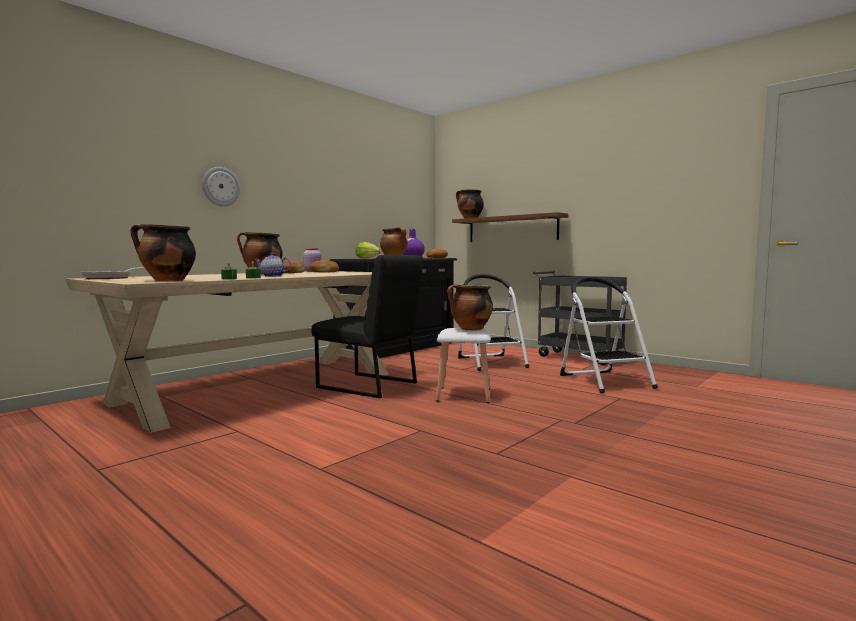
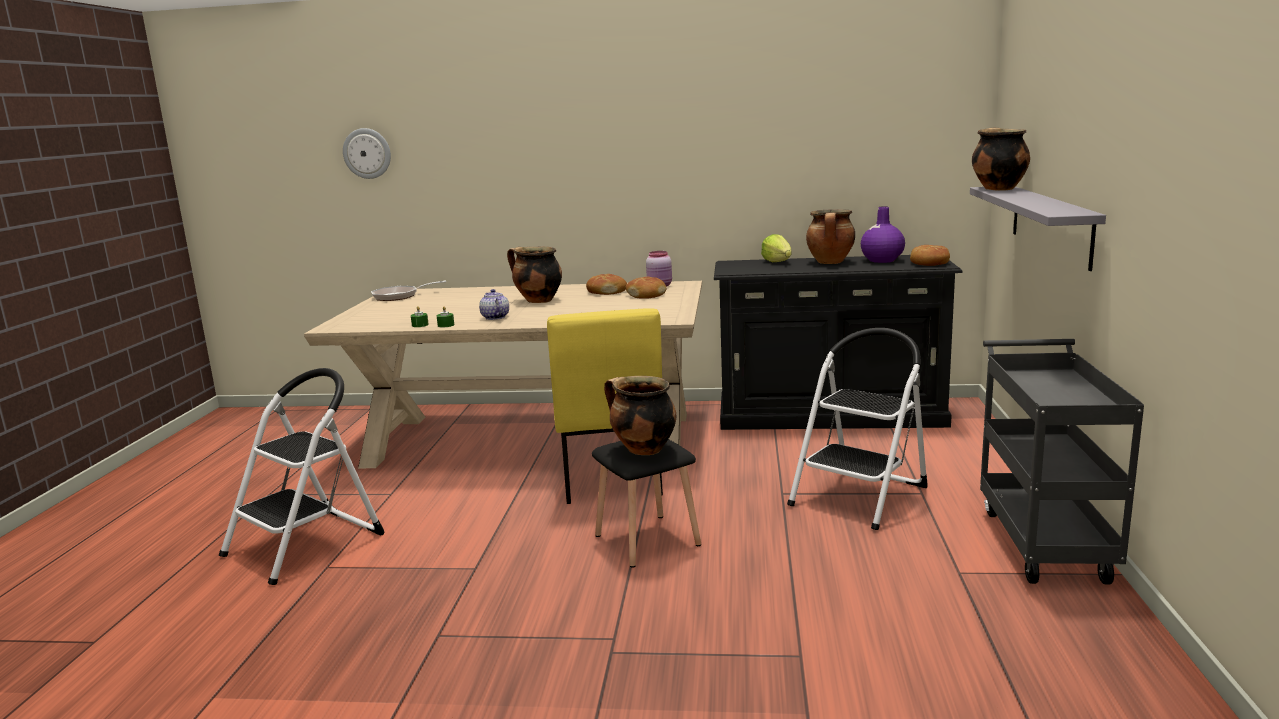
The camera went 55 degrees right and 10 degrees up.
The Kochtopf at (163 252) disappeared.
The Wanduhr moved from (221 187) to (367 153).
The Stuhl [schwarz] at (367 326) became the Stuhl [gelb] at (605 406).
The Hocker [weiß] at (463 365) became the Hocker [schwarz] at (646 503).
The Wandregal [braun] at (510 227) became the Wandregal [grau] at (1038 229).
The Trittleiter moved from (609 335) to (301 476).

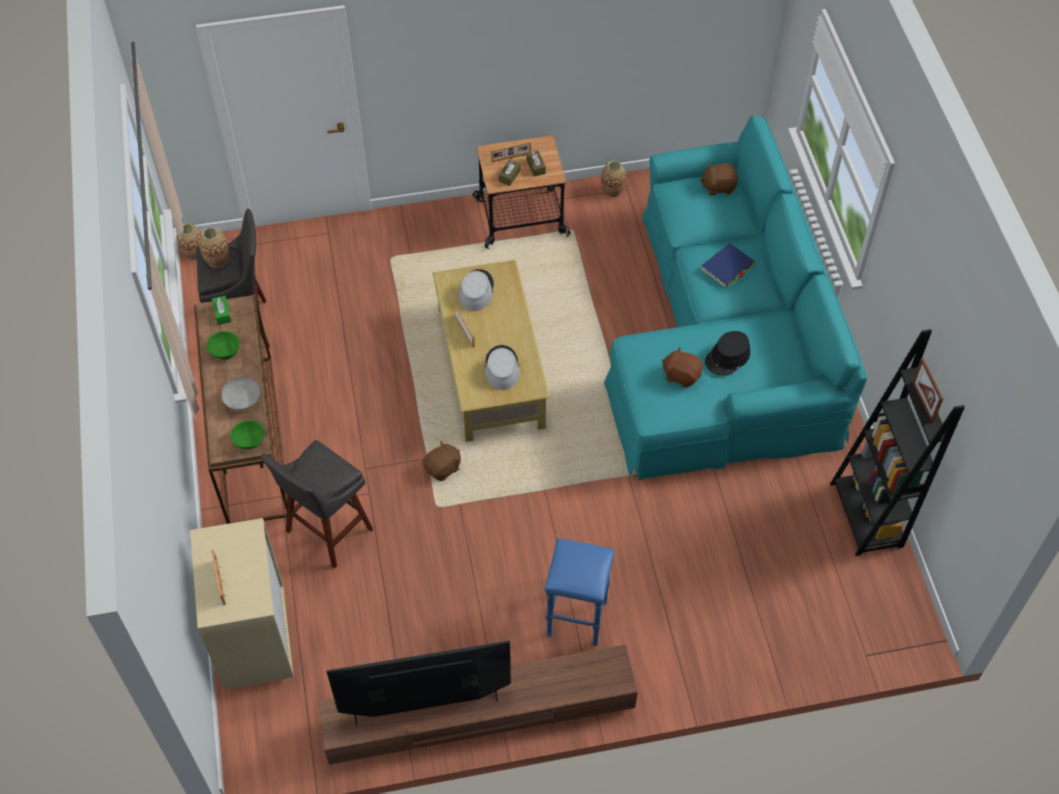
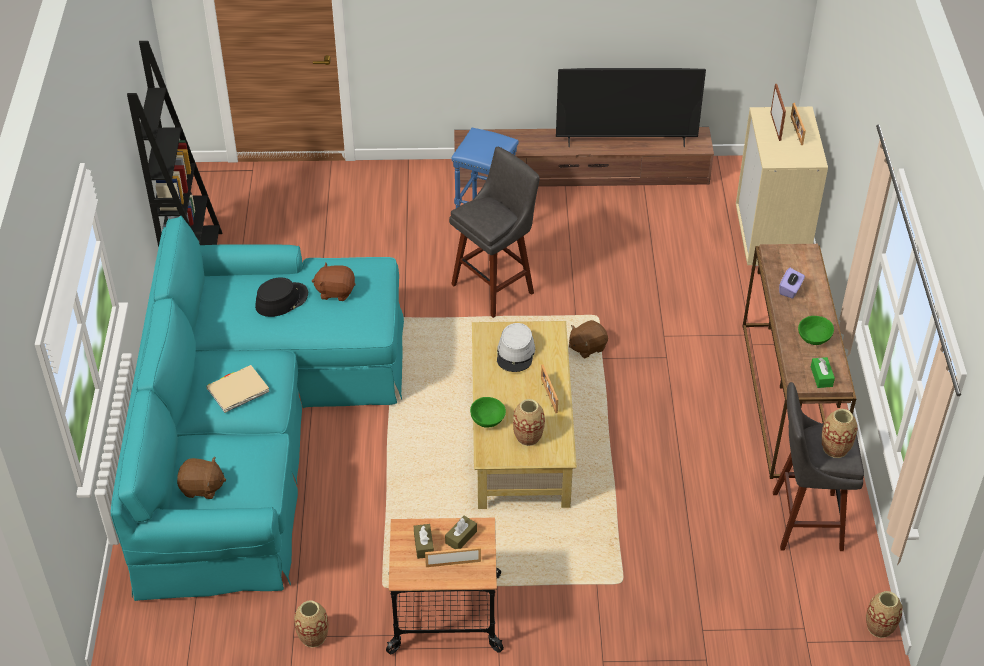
The camera went 170 degrees left and 10 degrees down.
The Schüssel [grau] at (240 393) was replaced by the Taschentuchbox [lila] at (792 283).
The Schüssel [grün] moved from (247 434) to (488 412).
The Hocker [grau] moved from (317 504) to (494 232).
The Hut [grau] at (476 290) was replaced by the Vase at (529 422).
The Plüschtier [braun] at (682 367) turned 150 degrees clockwise.
The Buch [blau] at (728 265) became the Buch [beige] at (237 389).
The Bilderrahmen moved from (927 390) to (778 112).

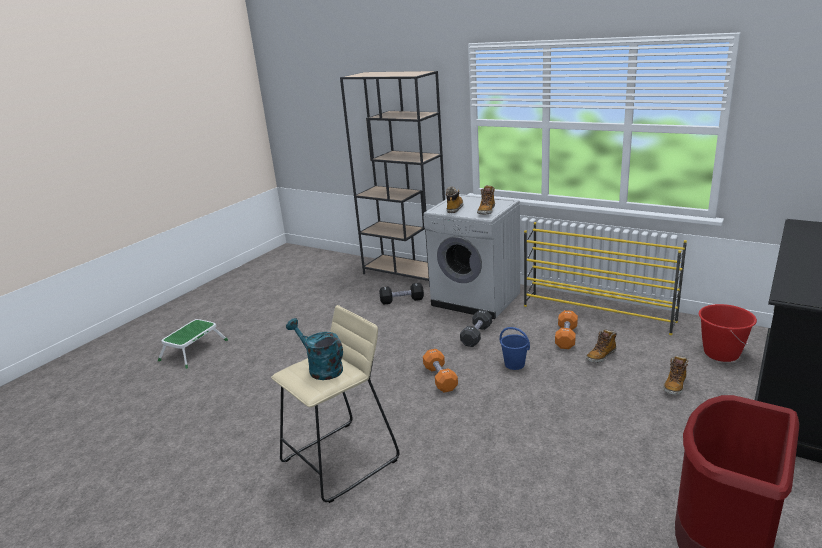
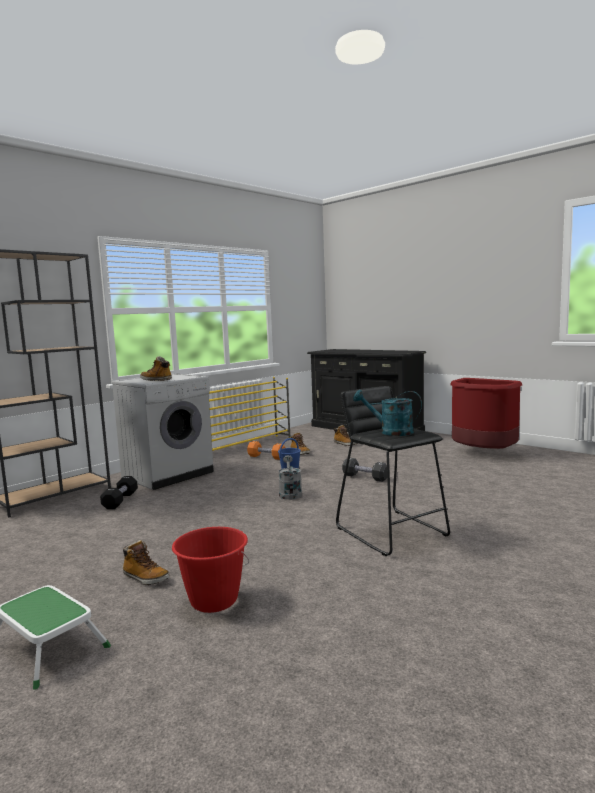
The camera went 80 degrees left and 15 degrees down.
The Hocker [beige] at (335 404) became the Hocker [schwarz] at (393 471).
The Gießkanne [türkis] at (314 349) turned 60 degrees clockwise.
The Hantel [orange] at (440 371) was replaced by the Gießkanne [grau] at (290 477).
The Hantel [schwarz] moved from (476 328) to (364 470).
The Stiefel moved from (486 200) to (146 562).
The Eimer [rot] moved from (728 333) to (210 570).

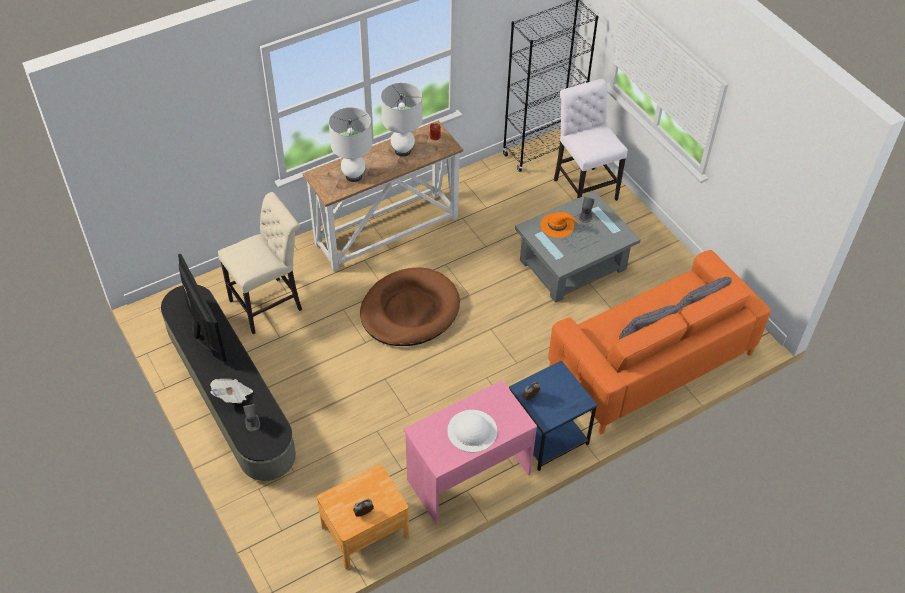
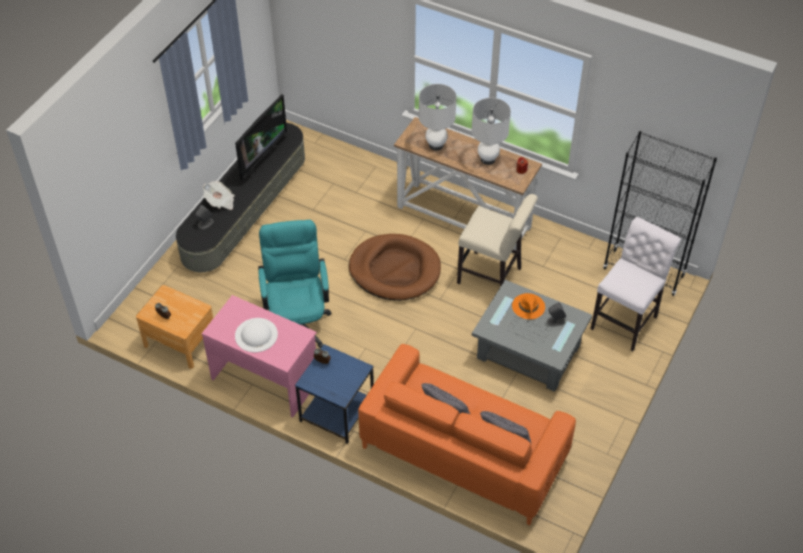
The camera went 60 degrees right and 0 degrees up.
The Hocker [beige] moved from (260 263) to (497 240).
The Bürostuhl [türkis] at (295 284) appeared.

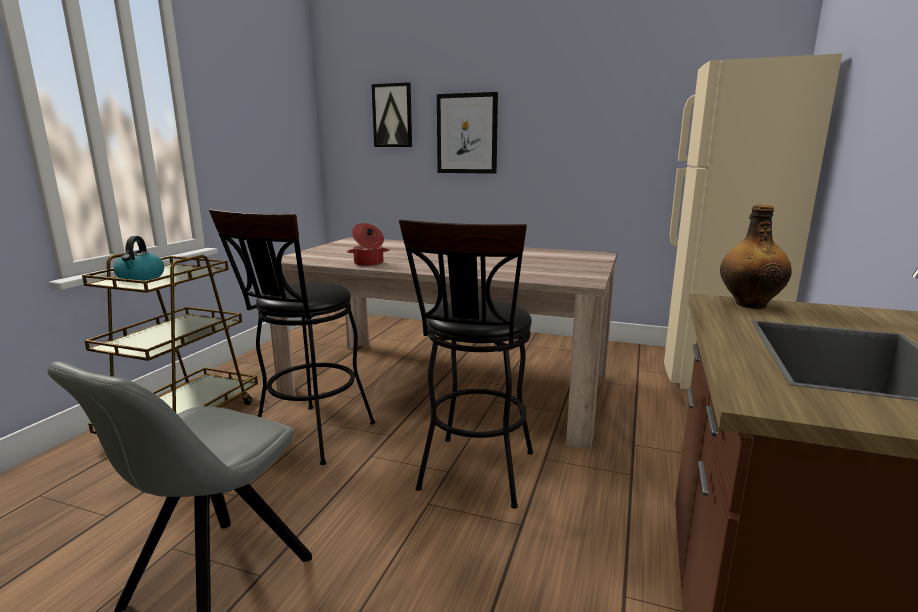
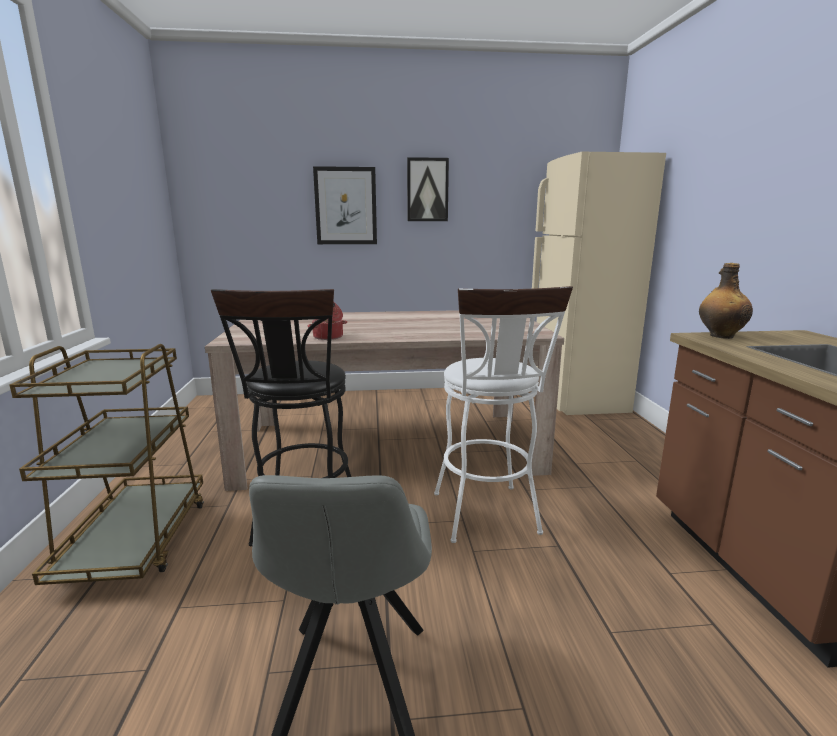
The camera went 25 degrees left and 0 degrees up.
The Wasserkessel at (138 258) disappeared.
The Bild moved from (391 114) to (428 189).
The Hocker [schwarz] at (466 364) became the Hocker [weiß] at (503 414).

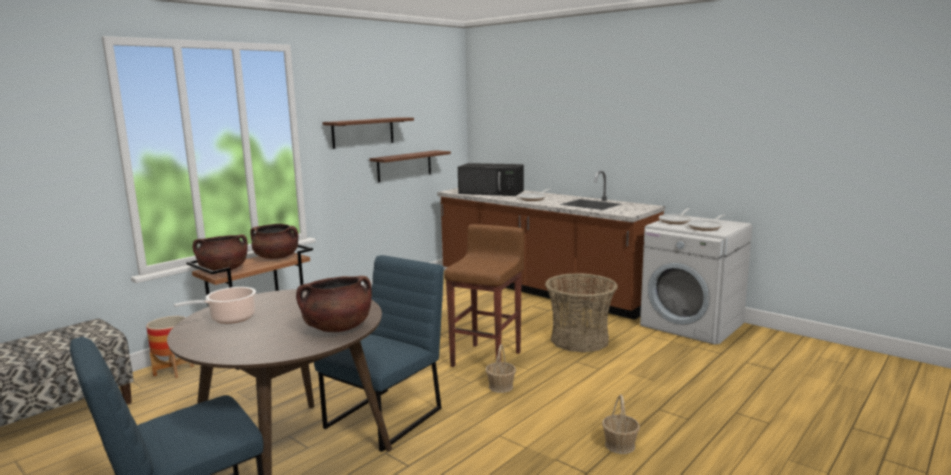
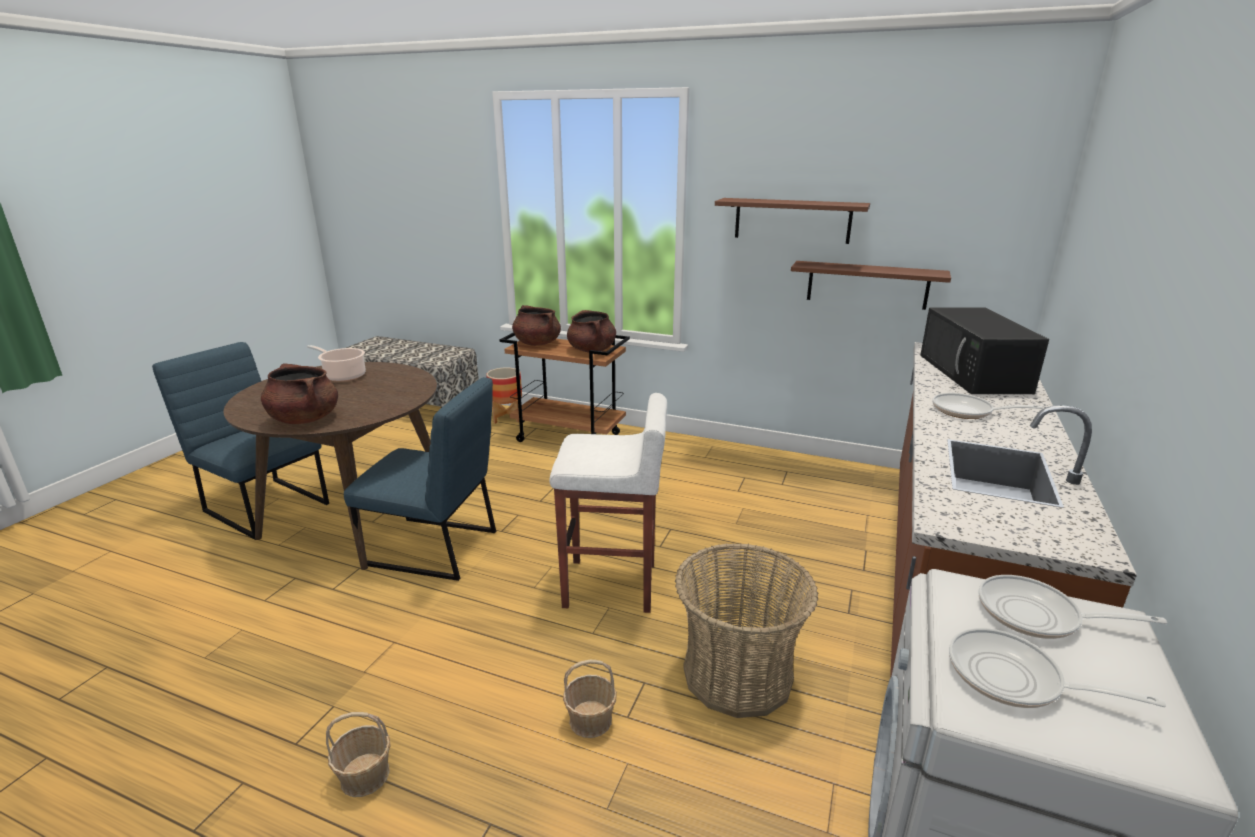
The camera went 70 degrees right and 10 degrees up.
The Hocker [braun] at (484 295) became the Hocker [weiß] at (608 503).
The Korb moved from (501 368) to (590 699).

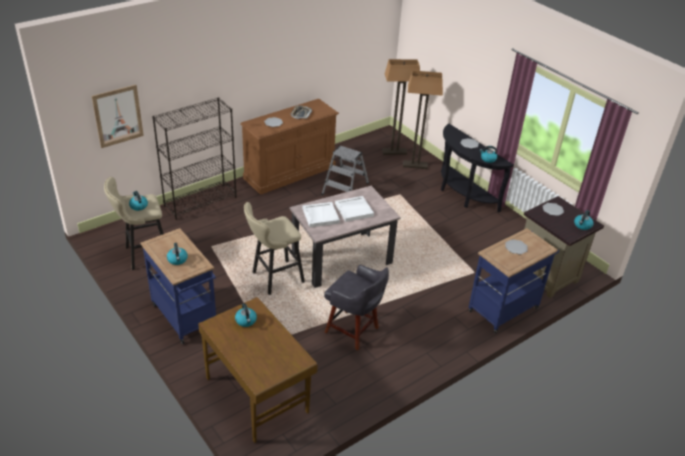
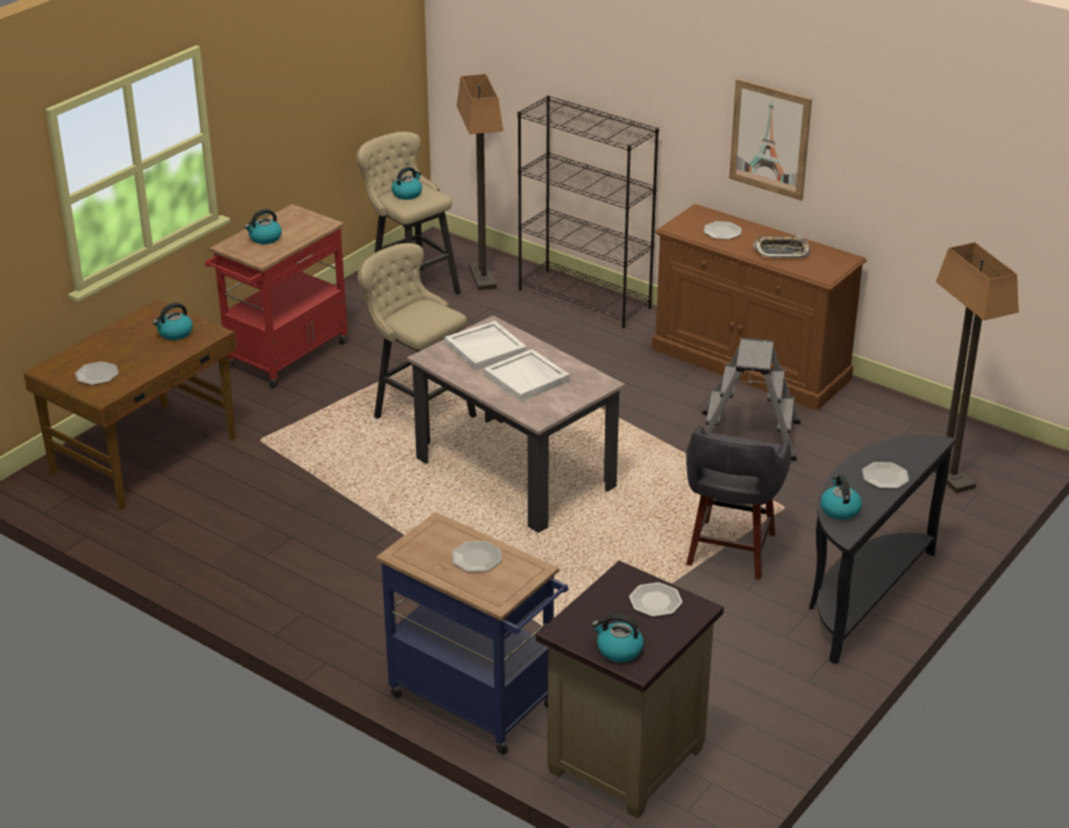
The camera went 75 degrees right and 5 degrees down.
The Bild moved from (118 116) to (770 140).
The Rollwagen [blau] at (178 286) became the Rollwagen [rot] at (276 296).
The Hocker [grau] moved from (356 308) to (738 502).
The Stehlampe moved from (423 119) to (480 182).
The Teller at (97 373) appeared.

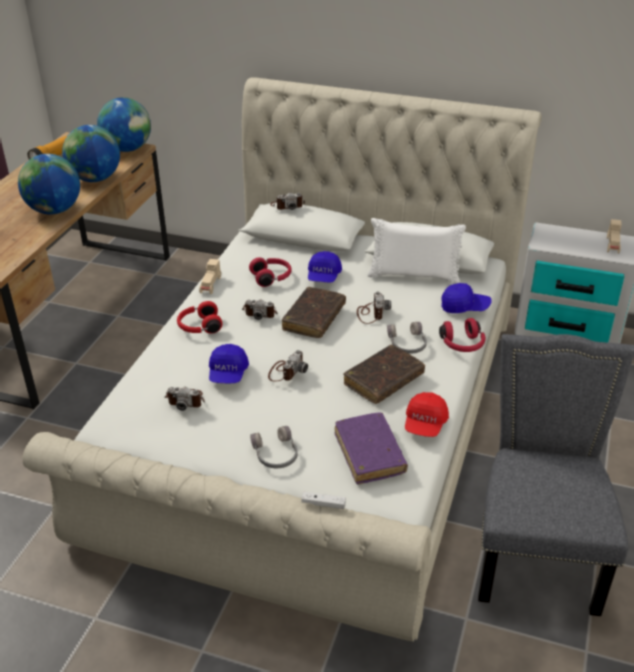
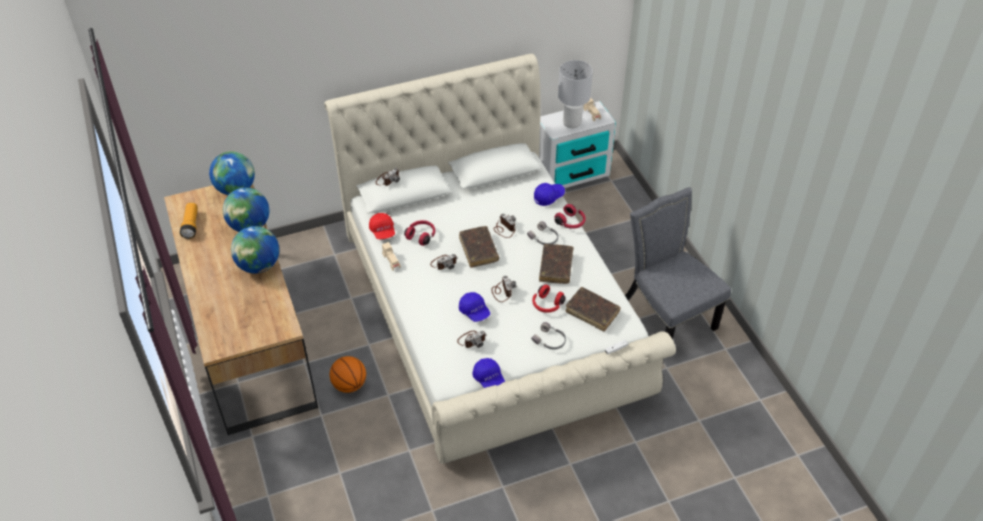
The camera went 40 degrees left and 10 degrees up.
The Kopfhörer [rot] moved from (199 317) to (548 299).
The Kappe [blau] moved from (325 267) to (489 373).
The Buch [lila] at (371 448) became the Buch [braun] at (593 309).
The Kissen [weiß] at (417 251) disappeared.
The Kappe [rot] moved from (427 414) to (382 226).
The Basketball at (348 374) appeared.
The Tischlampe [grau] at (575 94) appeared.

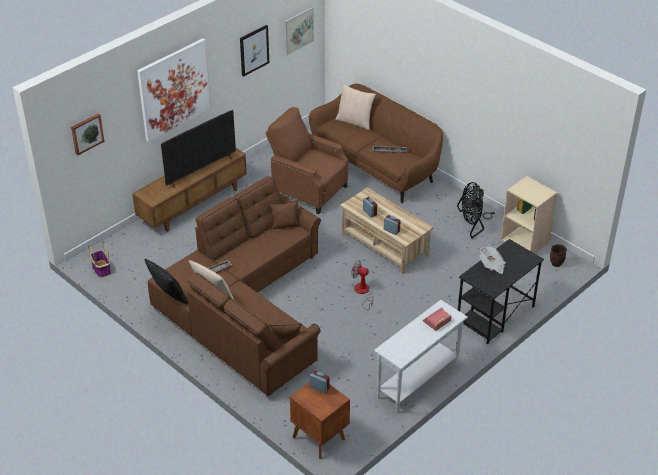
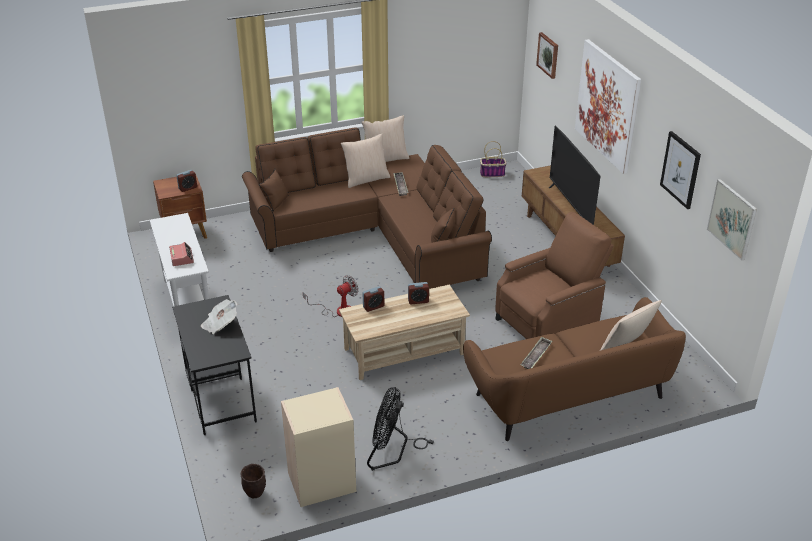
The camera went 115 degrees right and 5 degrees down.
The Kissen [schwarz] at (166 281) became the Kissen [beige] at (385 138).
The Ventilator [schwarz] at (476 210) turned 90 degrees counterclockwise.

